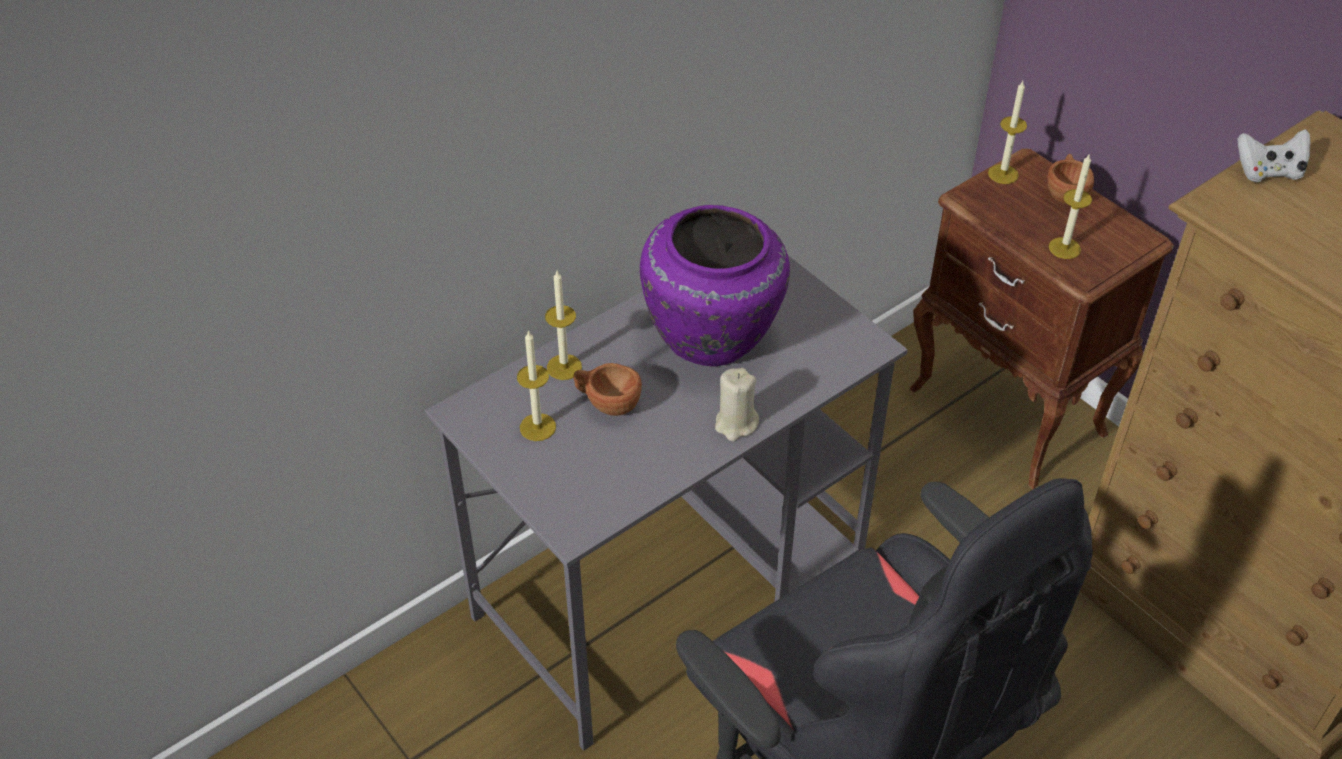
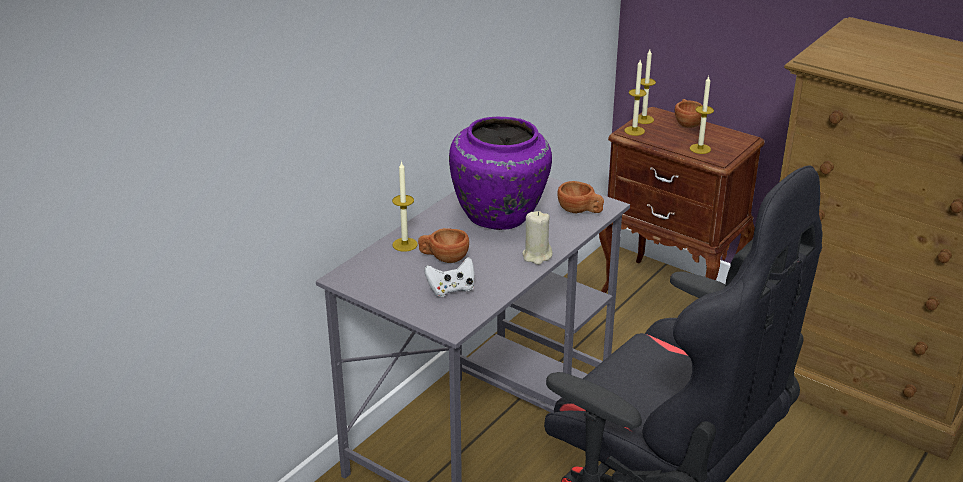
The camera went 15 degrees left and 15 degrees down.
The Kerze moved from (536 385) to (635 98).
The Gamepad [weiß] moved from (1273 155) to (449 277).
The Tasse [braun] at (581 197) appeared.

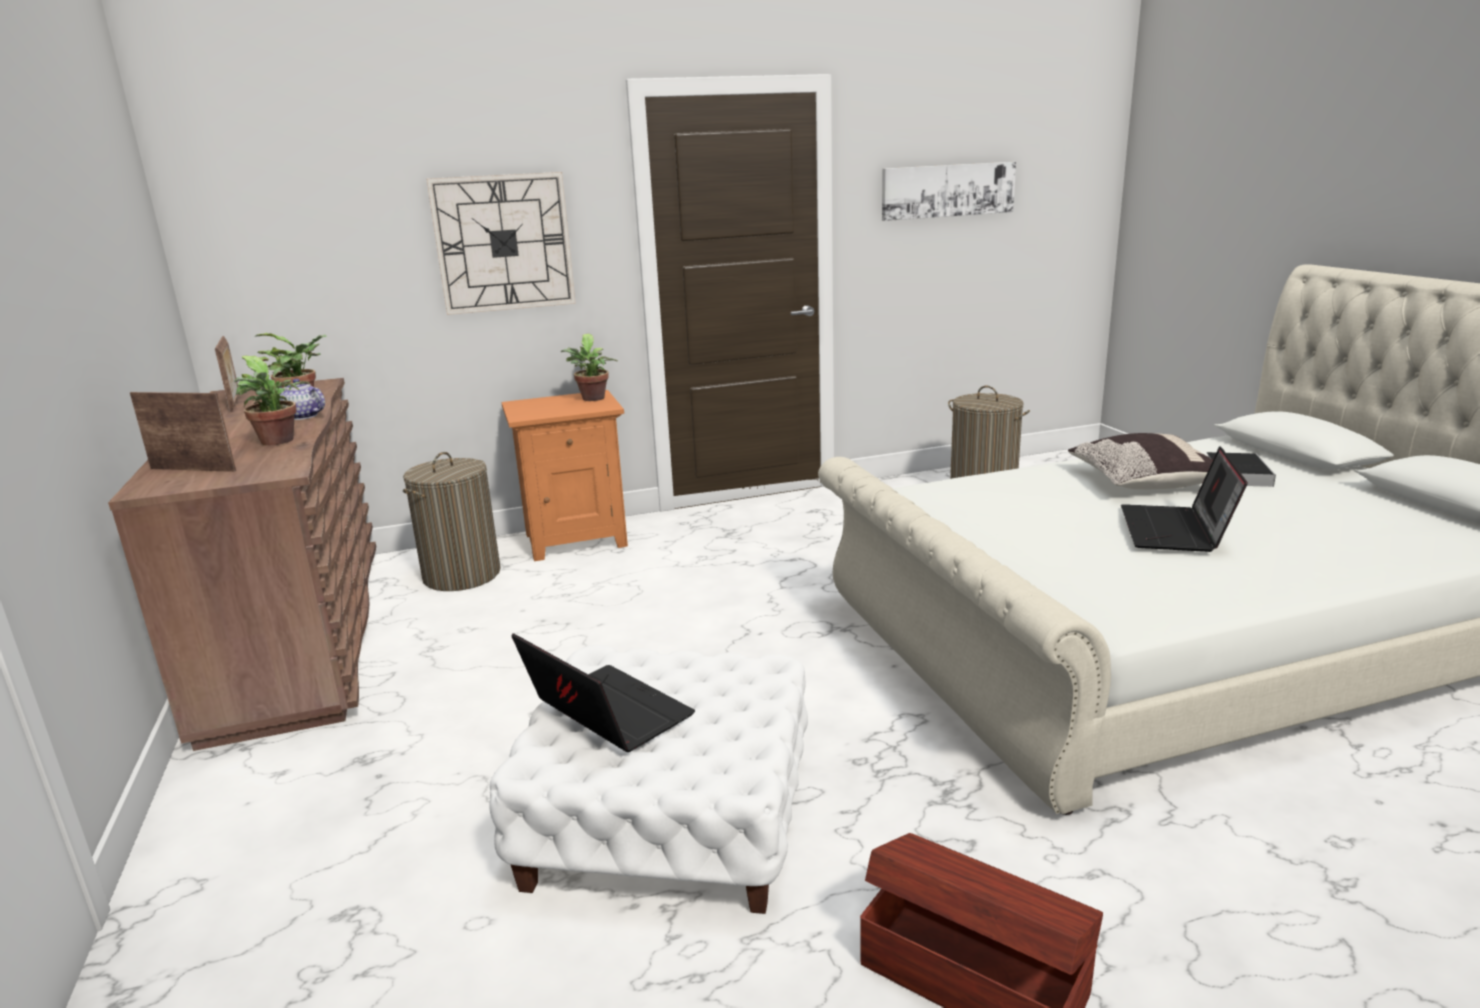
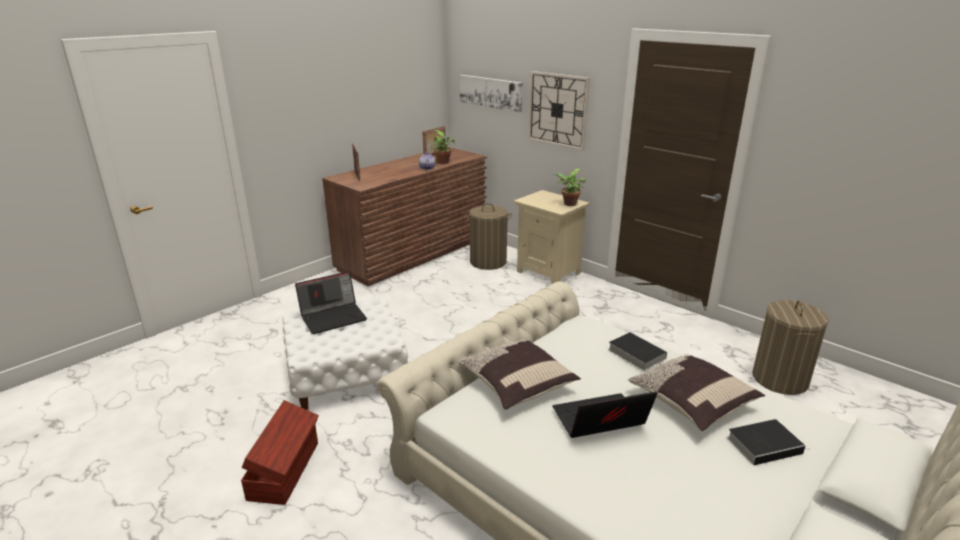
The camera went 60 degrees right and 5 degrees up.
The Topfpflanze at (272 401) disappeared.
The Nachttisch [orange] at (564 475) became the Nachttisch [beige] at (551 237).
The Laptop at (603 692) turned 45 degrees clockwise.
The Bild moved from (949 191) to (491 93).
The Kissen at (519 375) appeared.
The Buch at (637 351) appeared.

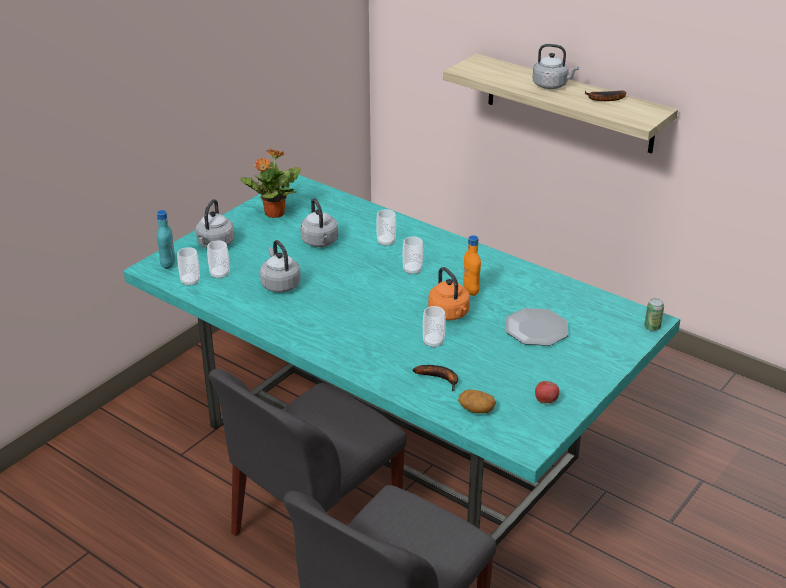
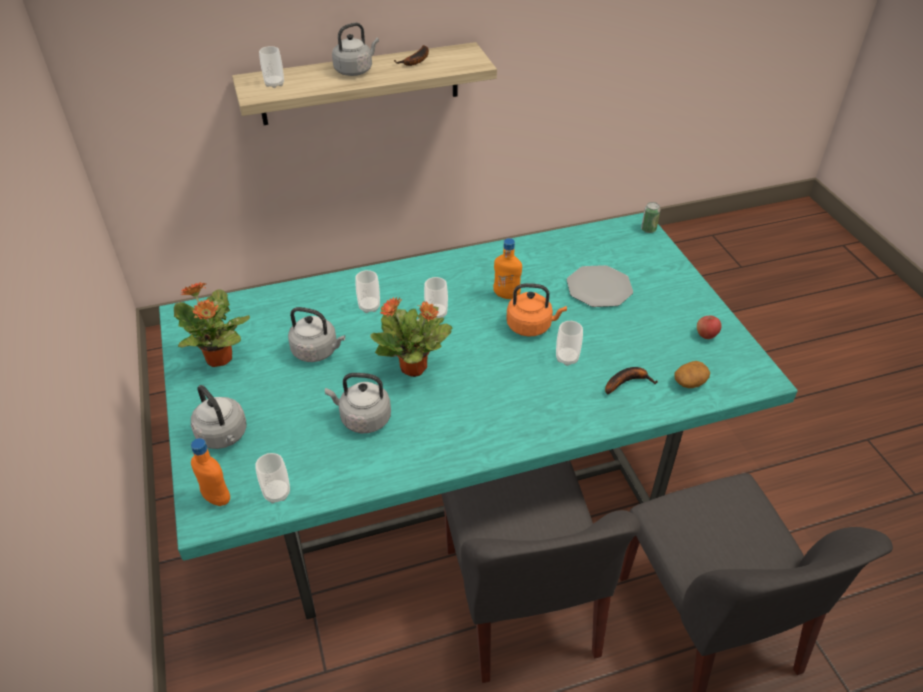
The camera went 55 degrees left and 10 degrees up.
The Flasche [türkis] at (166 239) became the Flasche [orange] at (210 472).
The Tasse moved from (218 260) to (271 67).
The Topfpflanze at (411 337) appeared.

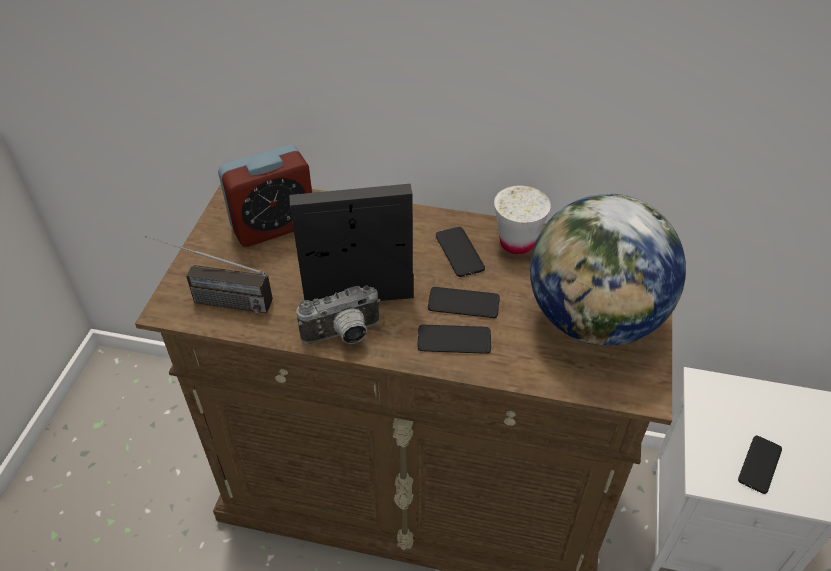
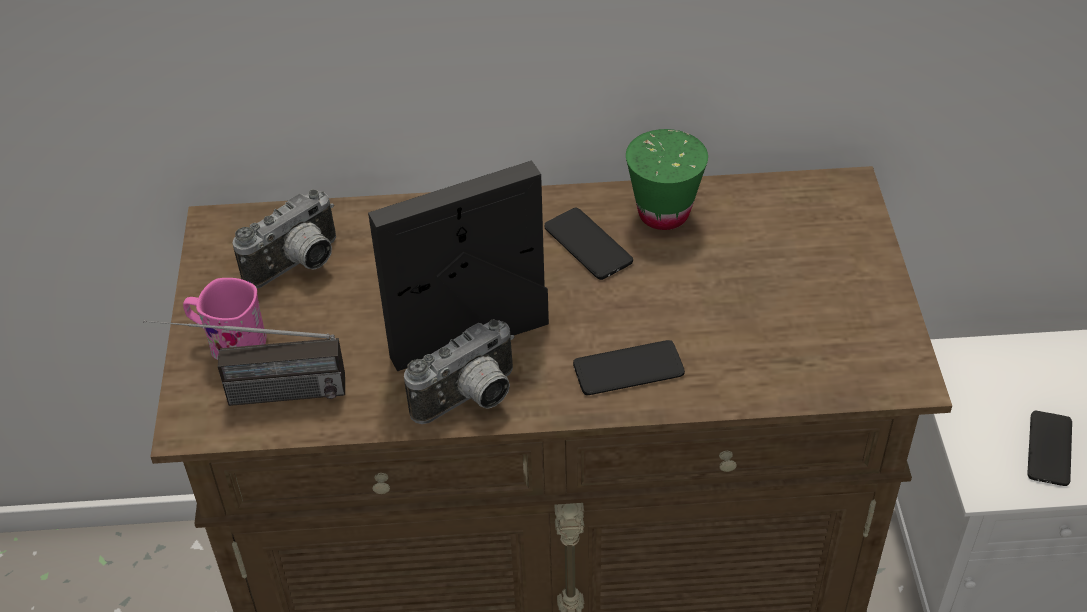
The camera went 15 degrees left and 0 degrees up.
The Wecker at (265 196) was replaced by the Kamera at (284 238).
The Handy at (464 302) disappeared.
The Tasse [weiß] at (522 219) became the Tasse [grün] at (667 179).
The Globus at (608 269) disappeared.
The Henkelbecher [rosa] at (225 319) appeared.

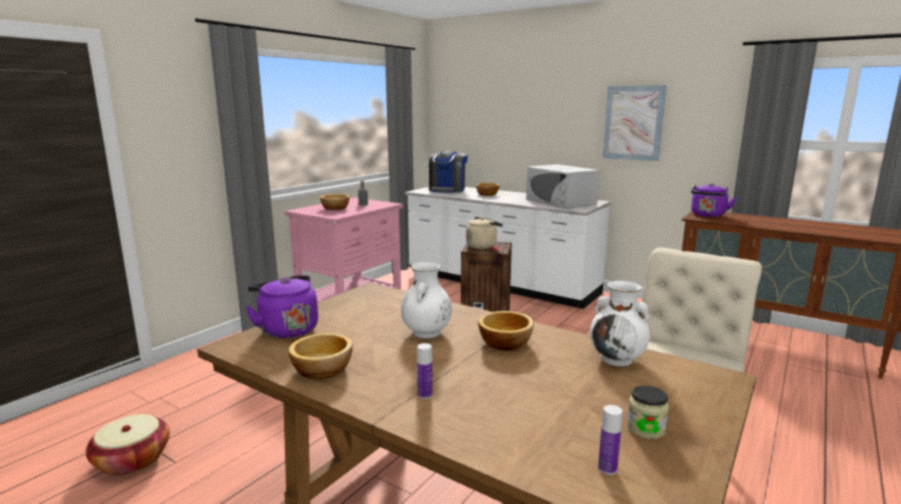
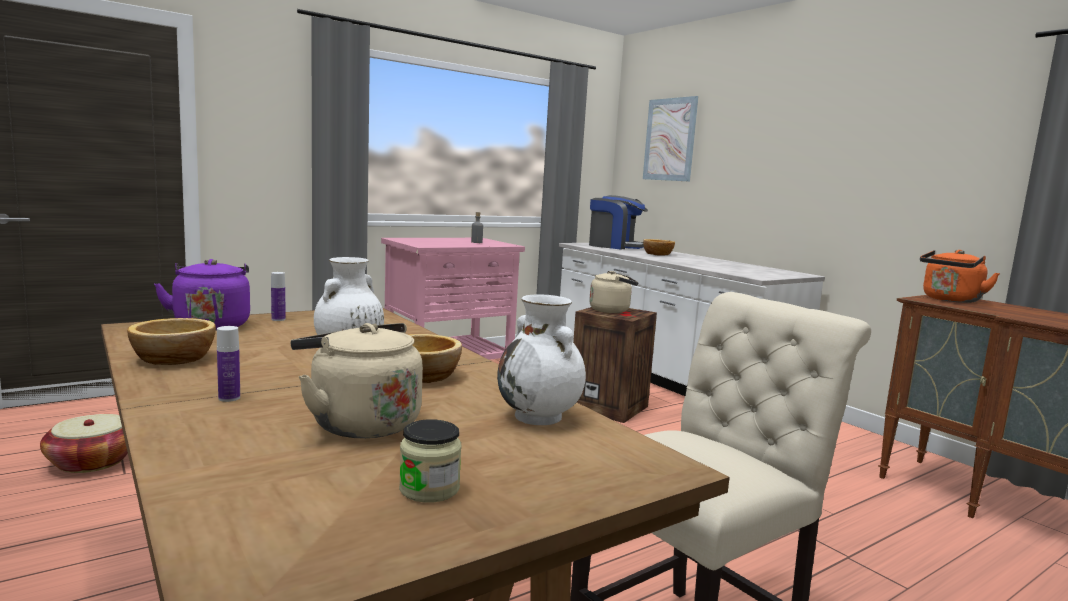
The camera went 20 degrees right and 5 degrees down.
The Schüssel at (335 202) disappeared.
The Kaffeemaschine at (448 171) turned 105 degrees counterclockwise.
The Mikrowelle [weiß] at (563 186) disappeared.
The Flasche moved from (610 440) to (278 296).
The Bild moved from (634 123) to (671 139).
The Wasserkessel [lila] at (714 200) became the Wasserkessel [orange] at (960 276).
The Wasserkessel [beige] at (357 380) appeared.

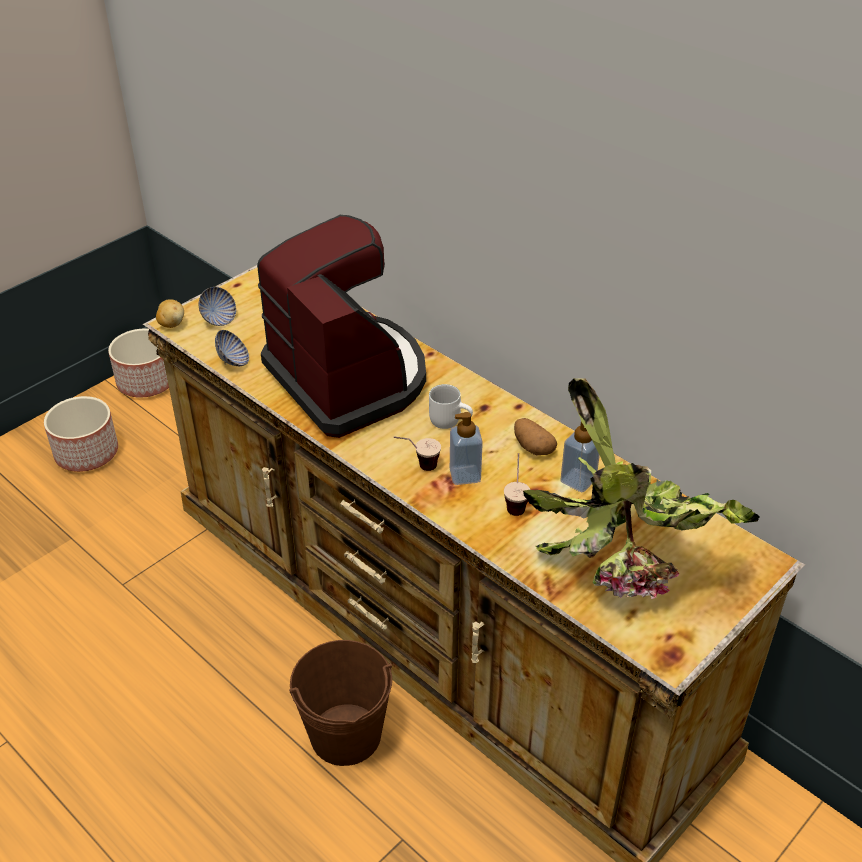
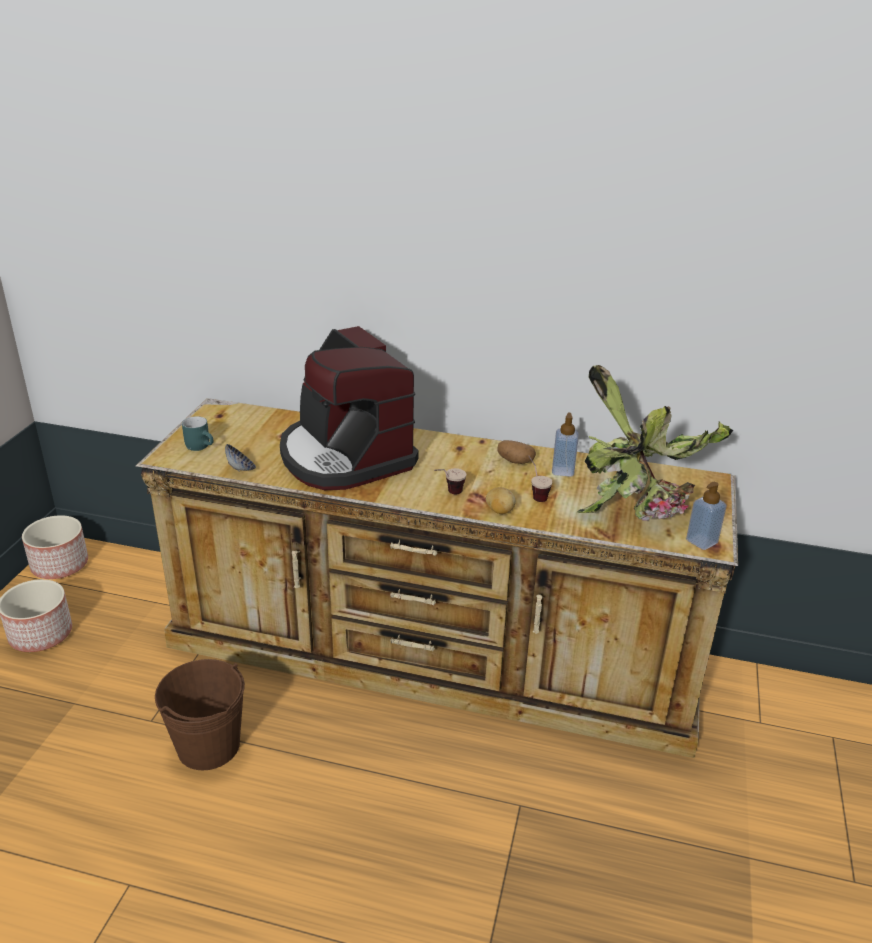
The camera went 30 degrees left and 10 degrees down.
The Kartoffel moved from (170 313) to (501 500).
The Schüssel at (217 306) was replaced by the Henkelbecher [türkis] at (198 433).
The Kaffeemaschine at (341 326) turned 150 degrees counterclockwise.
The Eimer [braun] moved from (340 703) to (200 714).
The Henkelbecher [weiß] at (451 406) disappeared.
The Seifenspender moved from (466 448) to (706 516).

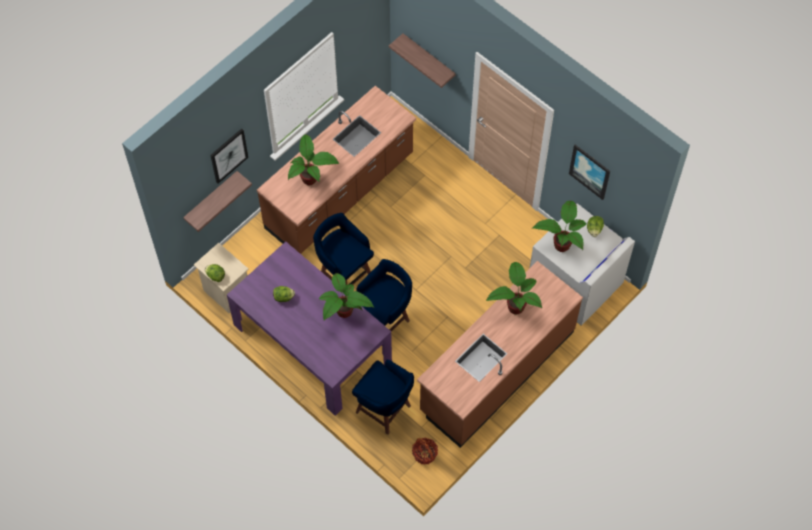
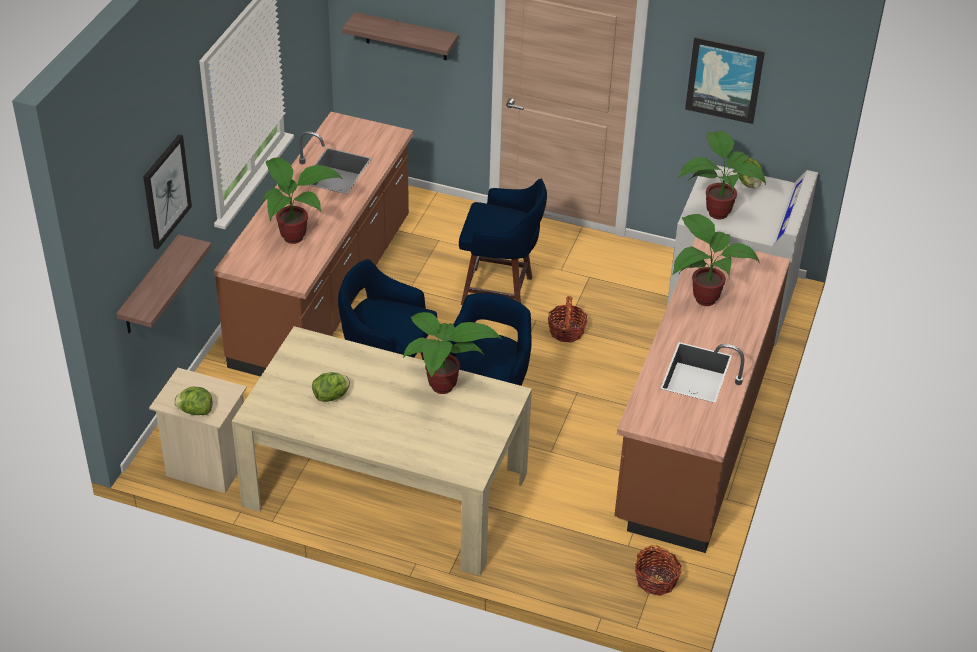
The camera went 25 degrees left and 20 degrees down.
The Esstisch [lila] at (309 329) became the Esstisch [beige] at (382 451).
The Hocker [blau] moved from (383 397) to (503 242).
The Korb at (567 319) appeared.

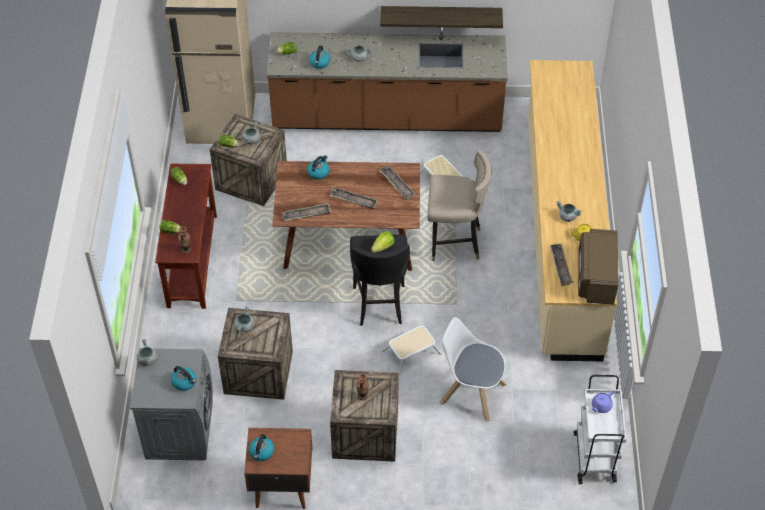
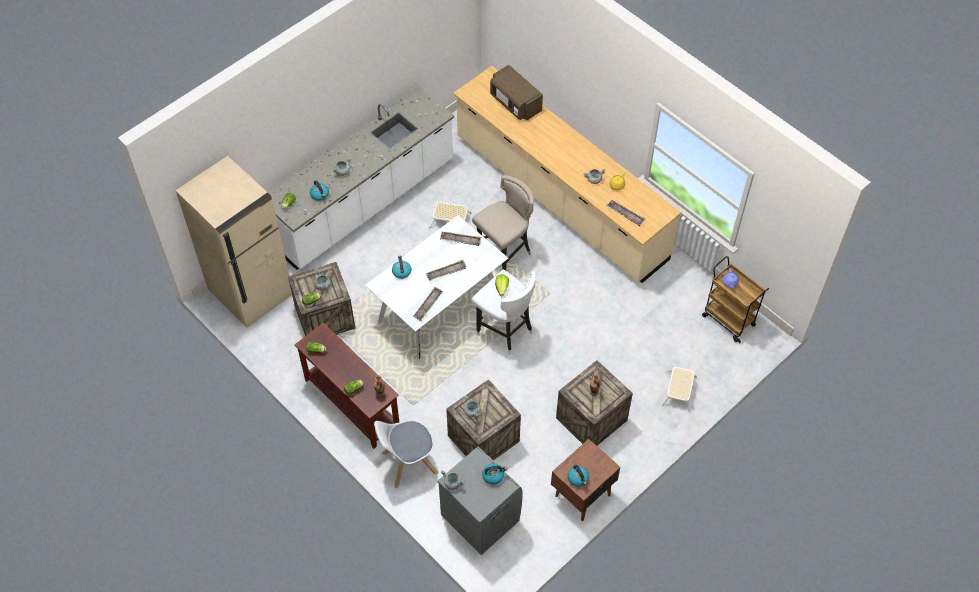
The camera went 45 degrees left and 5 degrees up.
The Küchenzeile [braun] at (387 79) became the Küchenzeile [weiß] at (360 178).
The Esstisch [braun] at (346 216) became the Esstisch [weiß] at (436 287).
The Hocker [schwarz] at (380 280) became the Hocker [weiß] at (504 312).
The Wandregal at (441 17) disappeared.
The Trittleiter [beige] moved from (412 350) to (679 390).
The Stuhl moved from (473 369) to (406 454).
The Rollwagen [weiß] at (600 429) became the Rollwagen [braun] at (735 299).
The Mikrowelle [braun] moved from (598 267) to (516 93).

